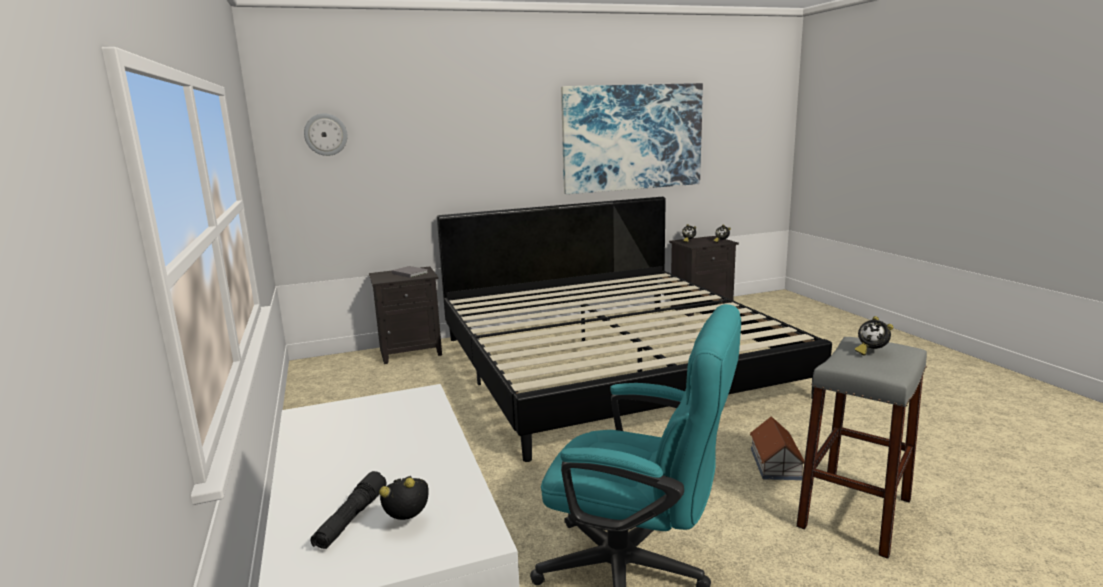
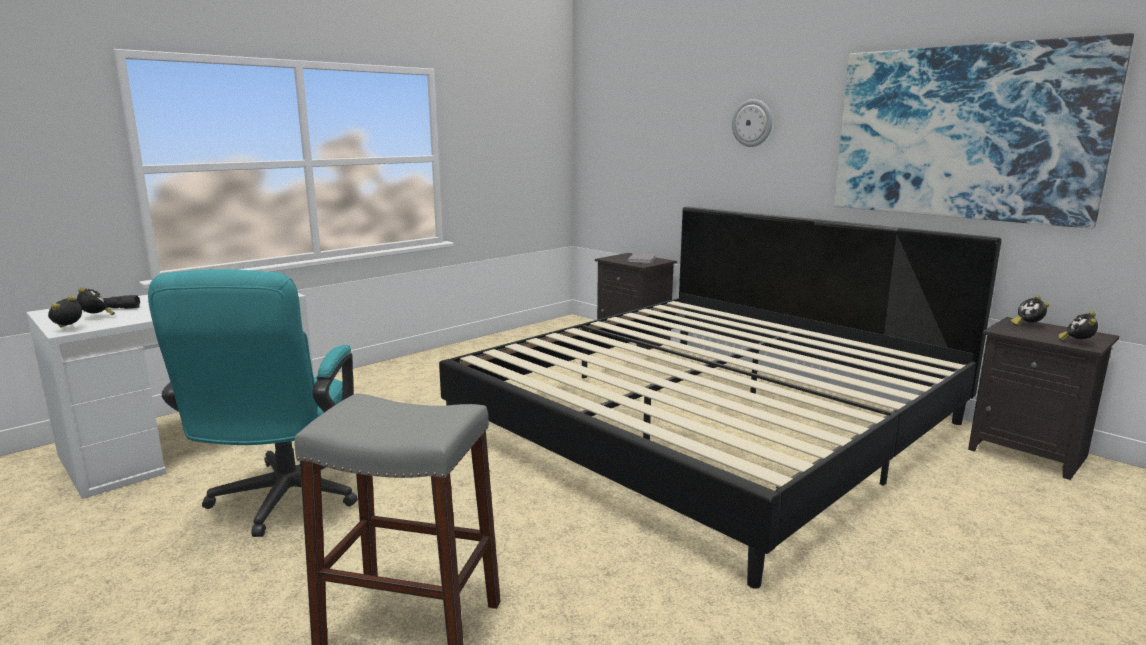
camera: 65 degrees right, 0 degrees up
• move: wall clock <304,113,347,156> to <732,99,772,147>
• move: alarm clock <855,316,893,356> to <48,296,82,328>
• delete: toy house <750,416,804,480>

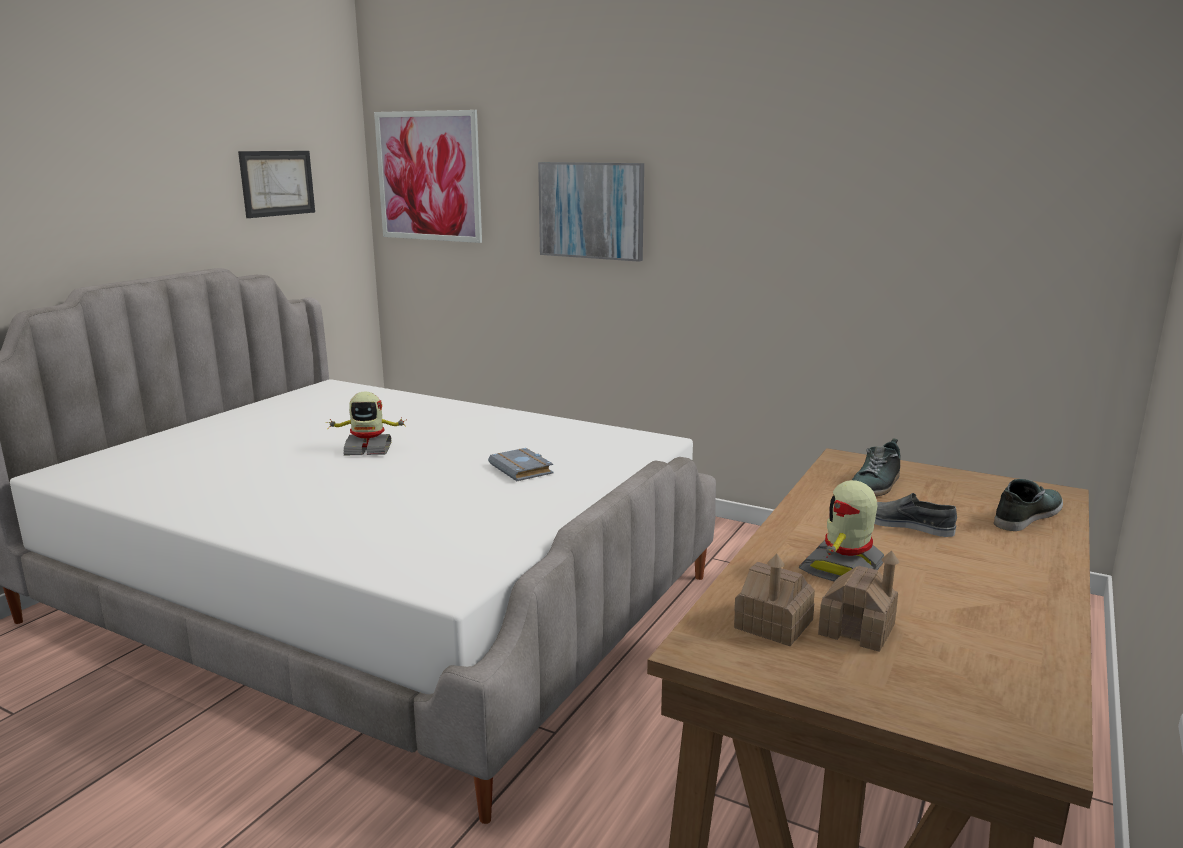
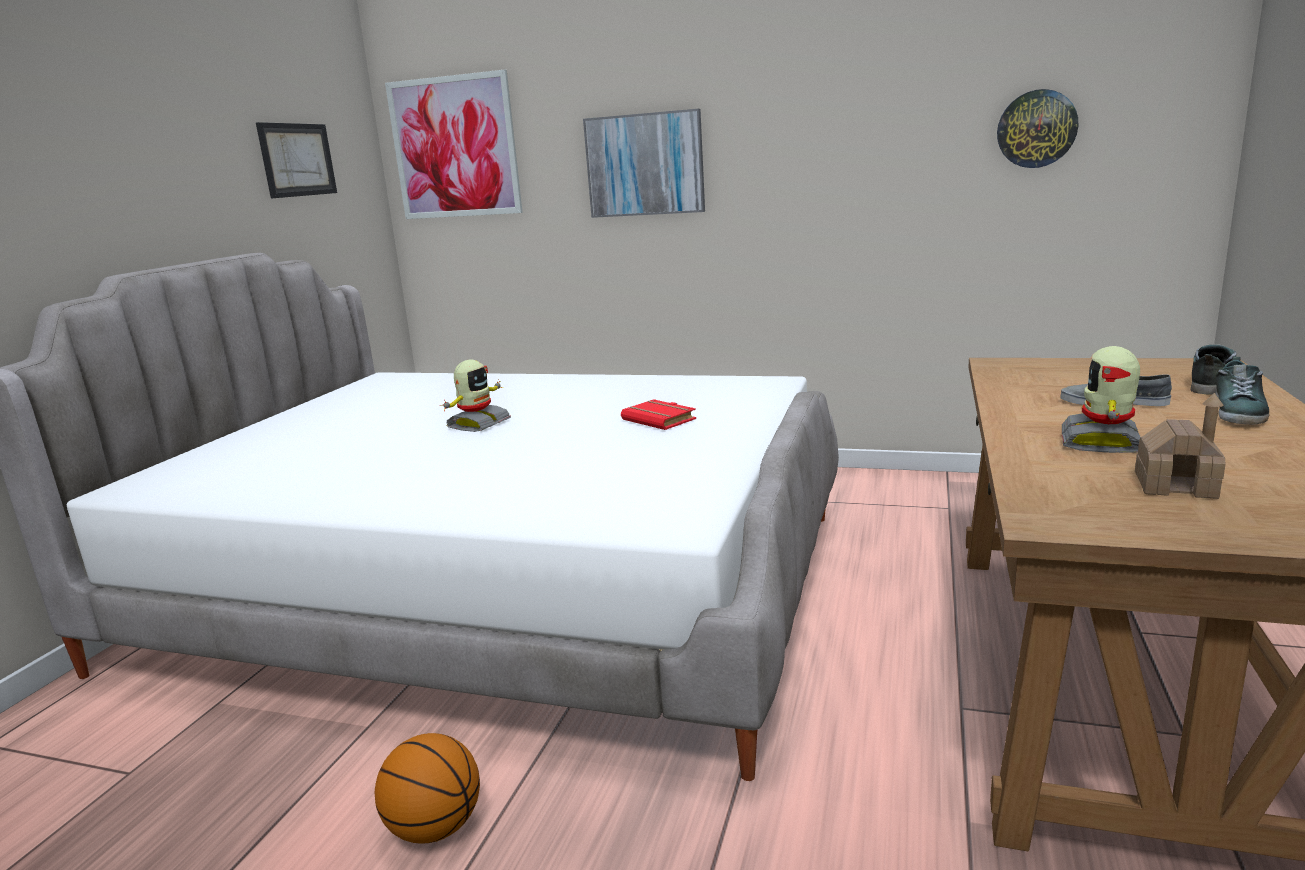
camera: 10 degrees left, 0 degrees up
• rotate: toy robot <325,392,407,456> = <440,359,511,432> 45 degrees counterclockwise
• move: shoe <852,438,900,496> to <1216,356,1270,424>
• recolor: book (grey) <488,448,553,481> to book (red) <621,399,696,430>
• delete: toy house <734,554,815,646>
• insert: wall clock <997,89,1078,168>
• insert: basketball <375,733,480,844>

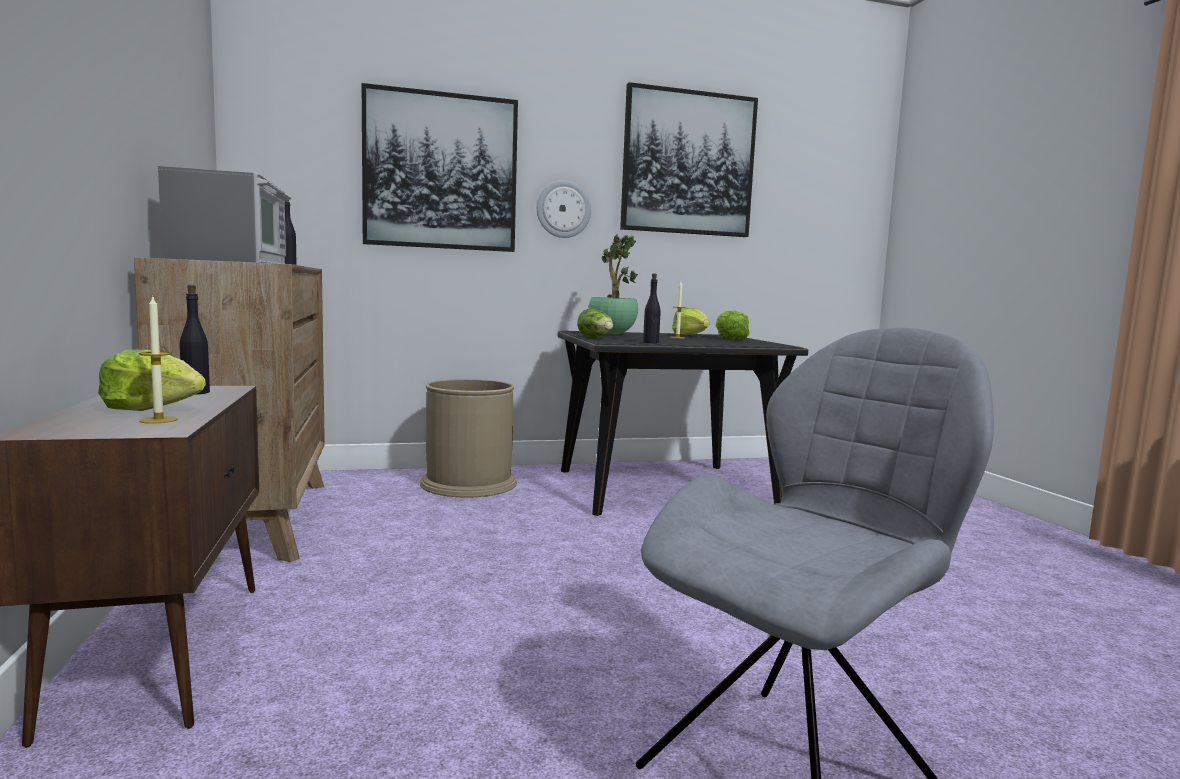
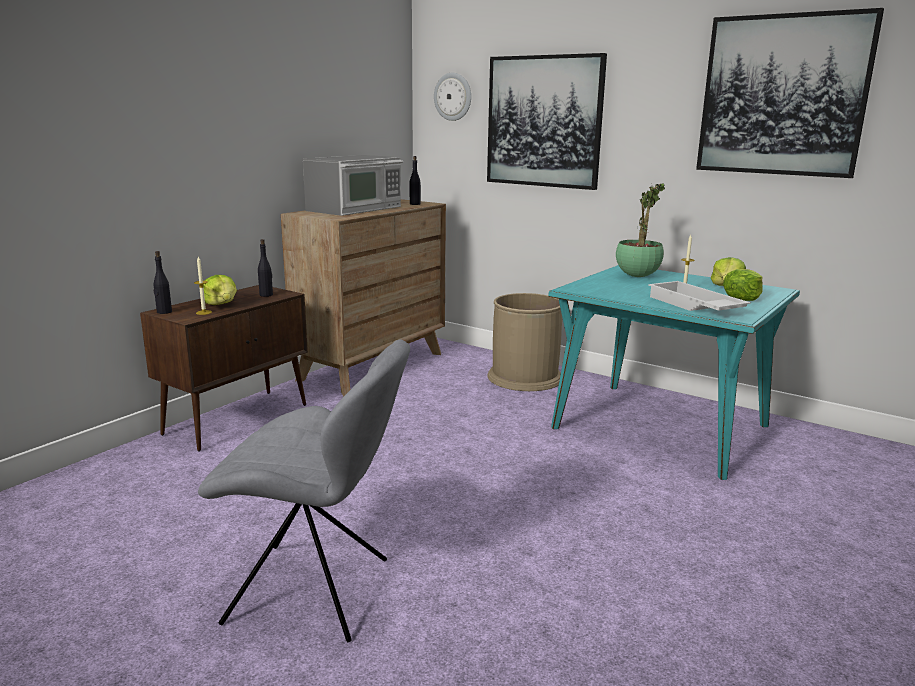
camera: 50 degrees right, 10 degrees up
• move: wall clock <537,180,591,238> to <434,73,471,121>
• move: bottle (black) <643,273,661,343> to <154,251,172,314>
• delete: lettuce <577,309,613,337>
• recolor: dining table (black) <558,331,808,516> to dining table (turquoise) <548,265,800,480>
• insert: tray (white) <648,281,751,311>

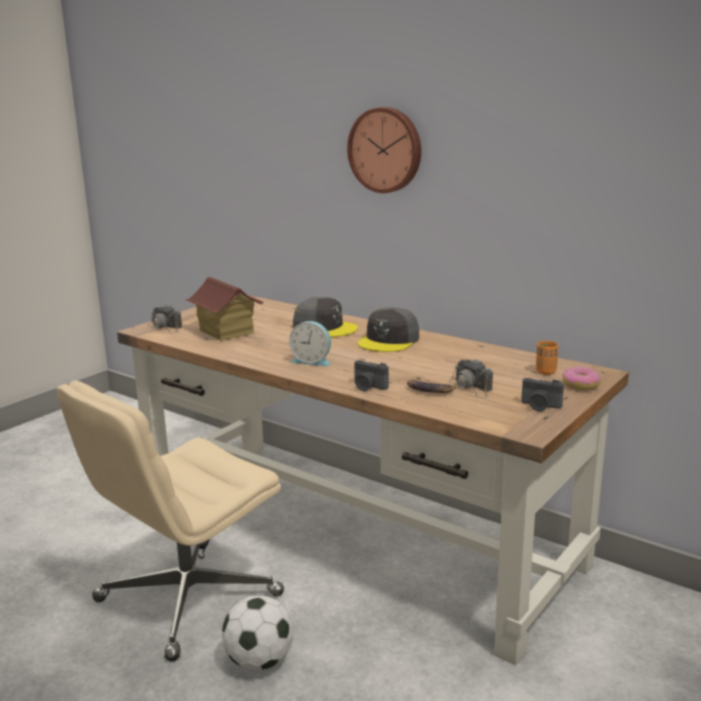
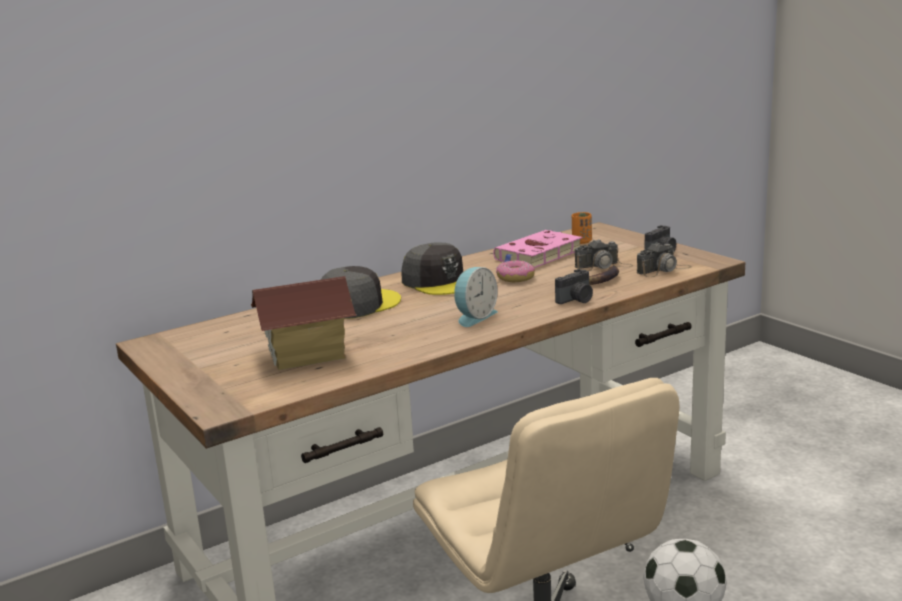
camera: 70 degrees left, 0 degrees up
• delete: wall clock <347,107,421,193>
• move: photo camera <148,305,182,333> to <637,242,692,277>
• move: donut <562,367,601,390> to <496,260,535,282>
• insert: book (pink) <493,230,583,268>

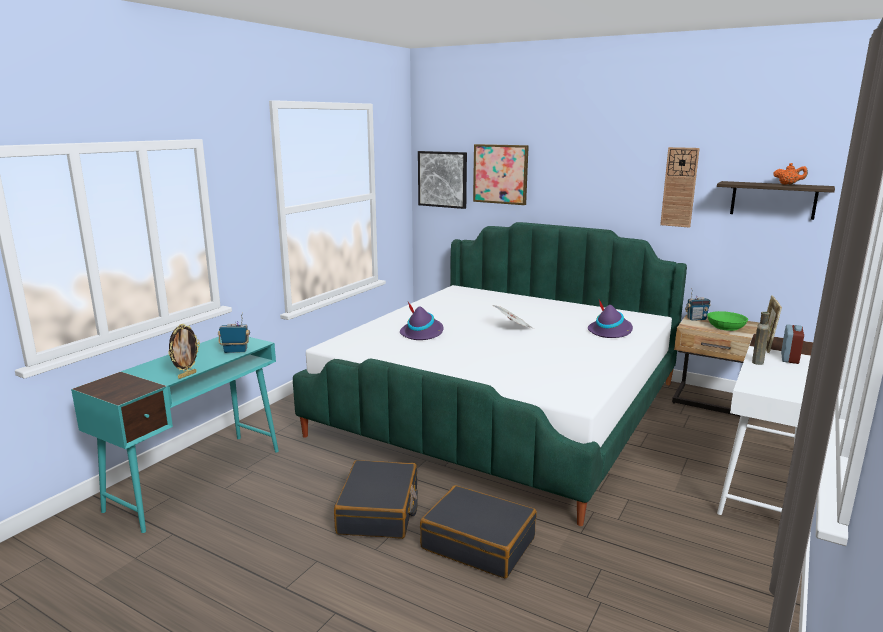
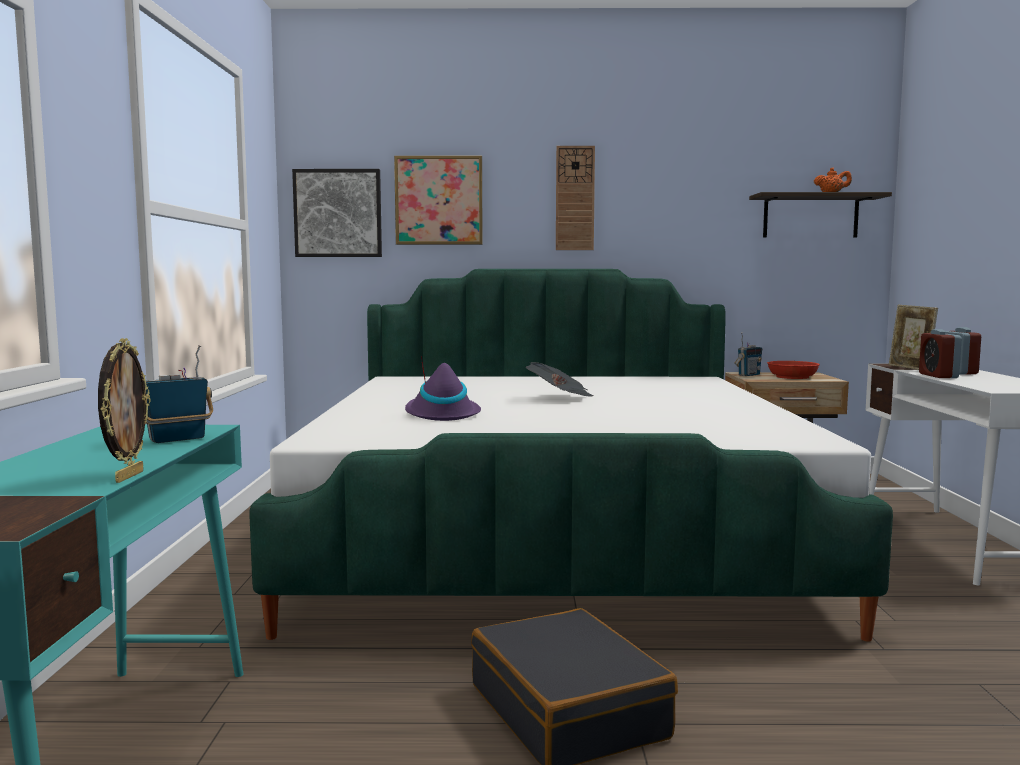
camera: 30 degrees left, 10 degrees down
• move: wall clock <660,147,700,228> to <556,146,595,250>
• delete: hat (purple) <588,300,633,338>
• recolor: bowl (green) <707,311,748,331> to bowl (red) <767,361,820,379>
• replace: bottle (brown) <752,312,770,365> to alarm clock <919,329,962,378>
• delete: suitcase (black) <420,485,537,578>

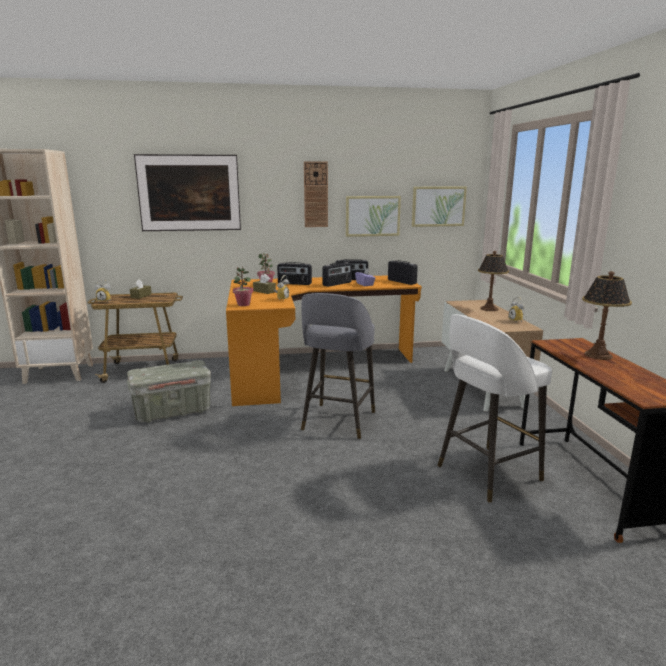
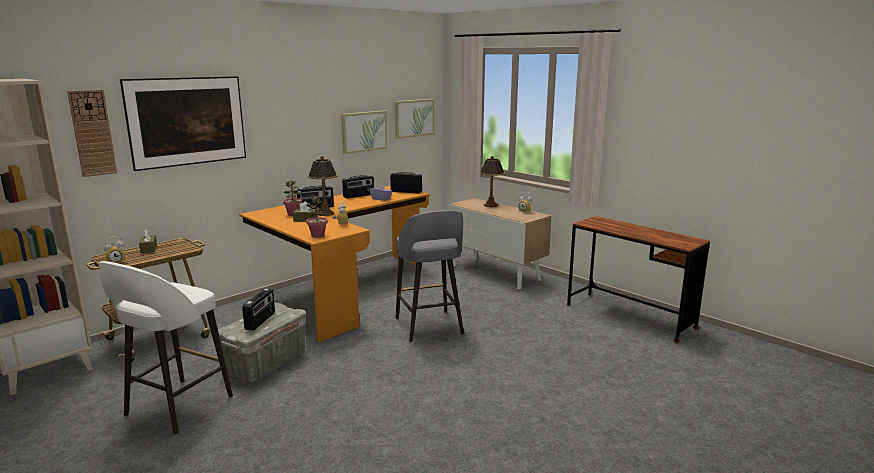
camera: 35 degrees left, 0 degrees up
• move: wall clock <304,161,328,227> to <67,90,117,177>
• move: radio <323,262,352,287> to <242,289,275,331>
• move: table lamp <582,271,632,360> to <308,156,338,216>
• move: stool (white) <437,314,552,503> to <99,261,233,435>

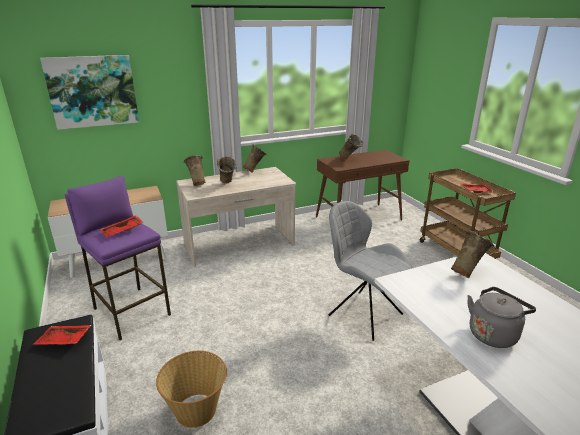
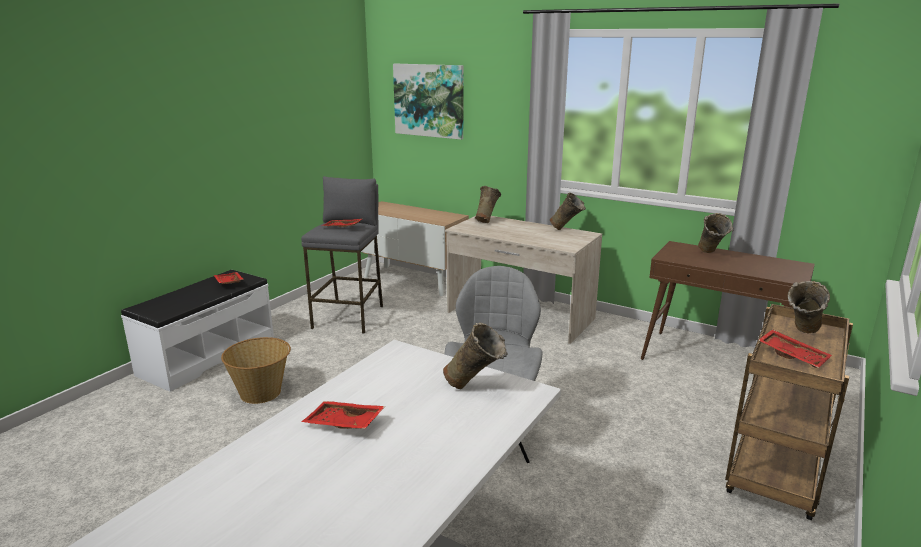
camera: 55 degrees right, 5 degrees down
• move: vase (beige) <217,156,237,184> to <788,281,830,333>
• recolor: stool (purple) <65,175,171,340> to stool (grey) <301,176,383,333>
• replace: kettle (grey) <468,287,536,348> to tray (red) <301,401,385,429>

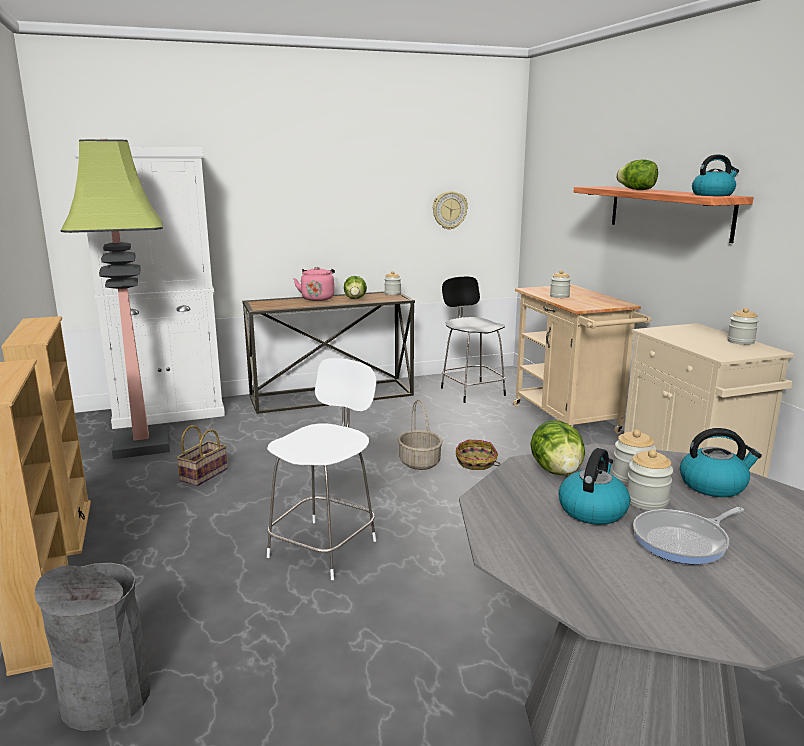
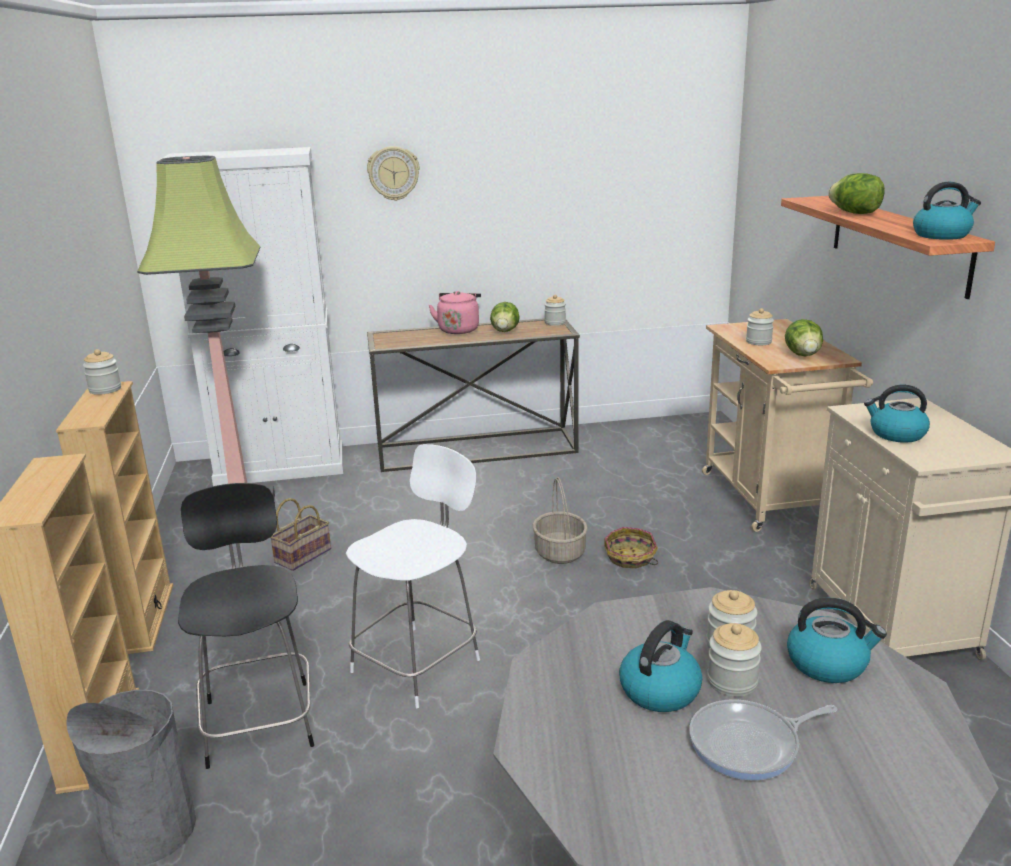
camera: 10 degrees right, 5 degrees up
• move: wall clock <433,191,468,230> to <367,146,420,201>
• move: stool (black) <441,276,506,403> to <178,483,314,769>
• move: jar <727,308,759,345> to <83,349,121,395>
• move: lettuce <530,420,585,475> to <785,319,823,356>
• insert: kettle <864,385,930,443>

